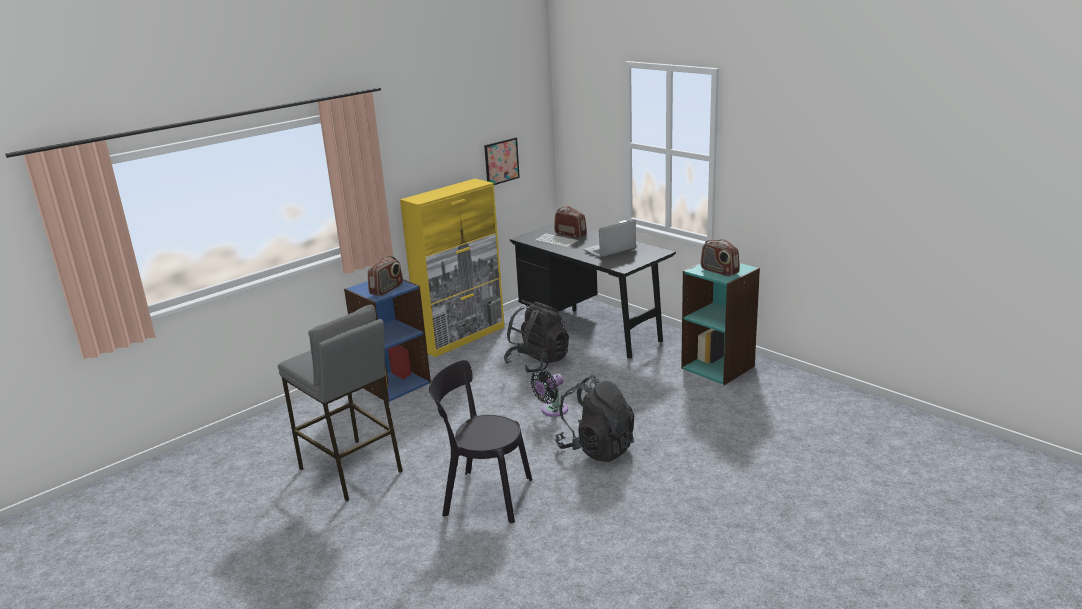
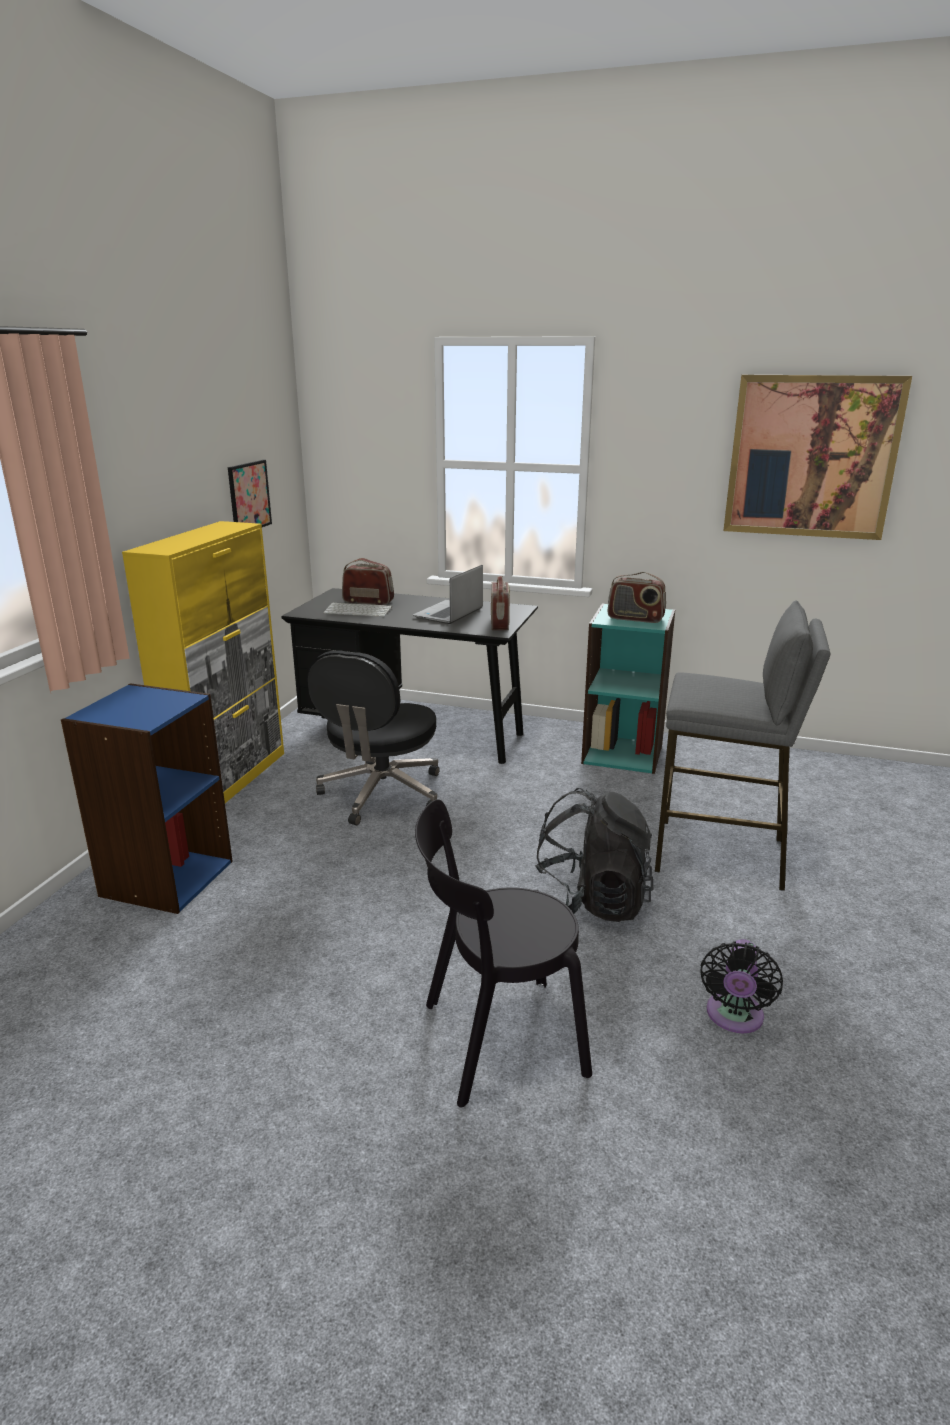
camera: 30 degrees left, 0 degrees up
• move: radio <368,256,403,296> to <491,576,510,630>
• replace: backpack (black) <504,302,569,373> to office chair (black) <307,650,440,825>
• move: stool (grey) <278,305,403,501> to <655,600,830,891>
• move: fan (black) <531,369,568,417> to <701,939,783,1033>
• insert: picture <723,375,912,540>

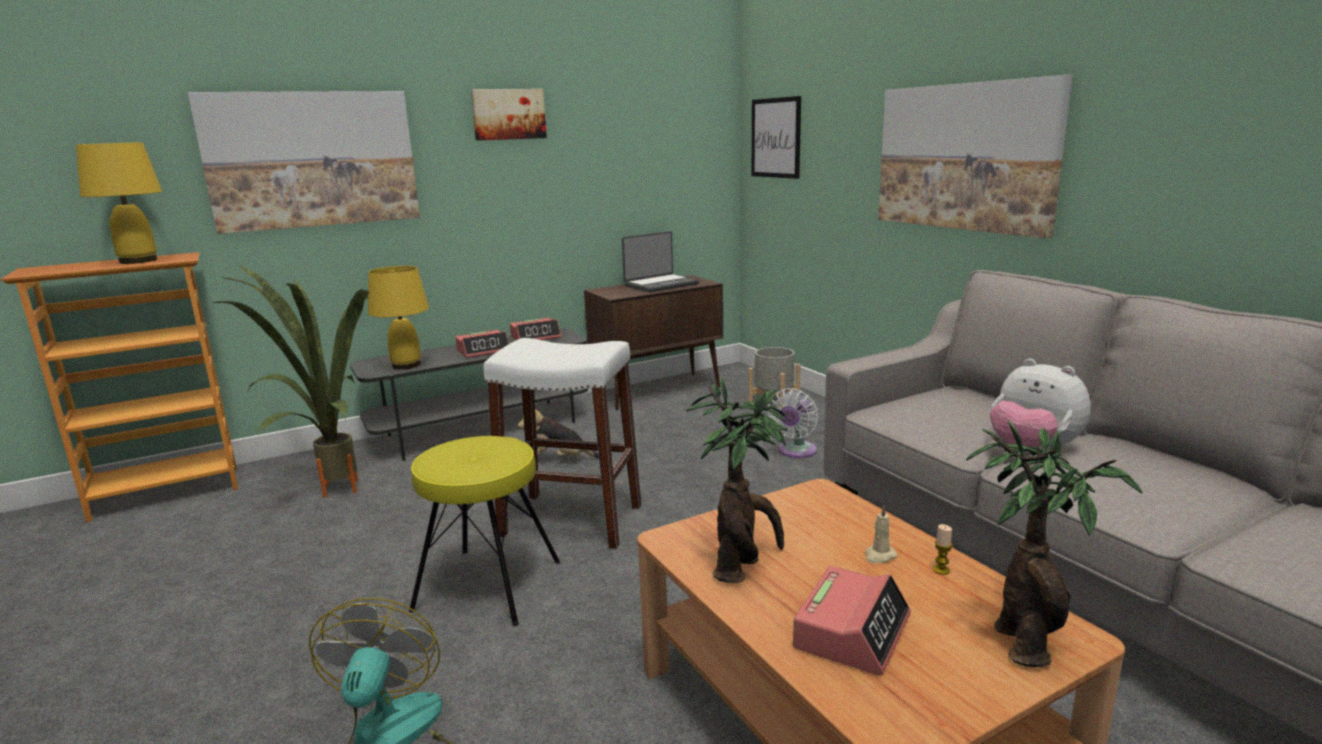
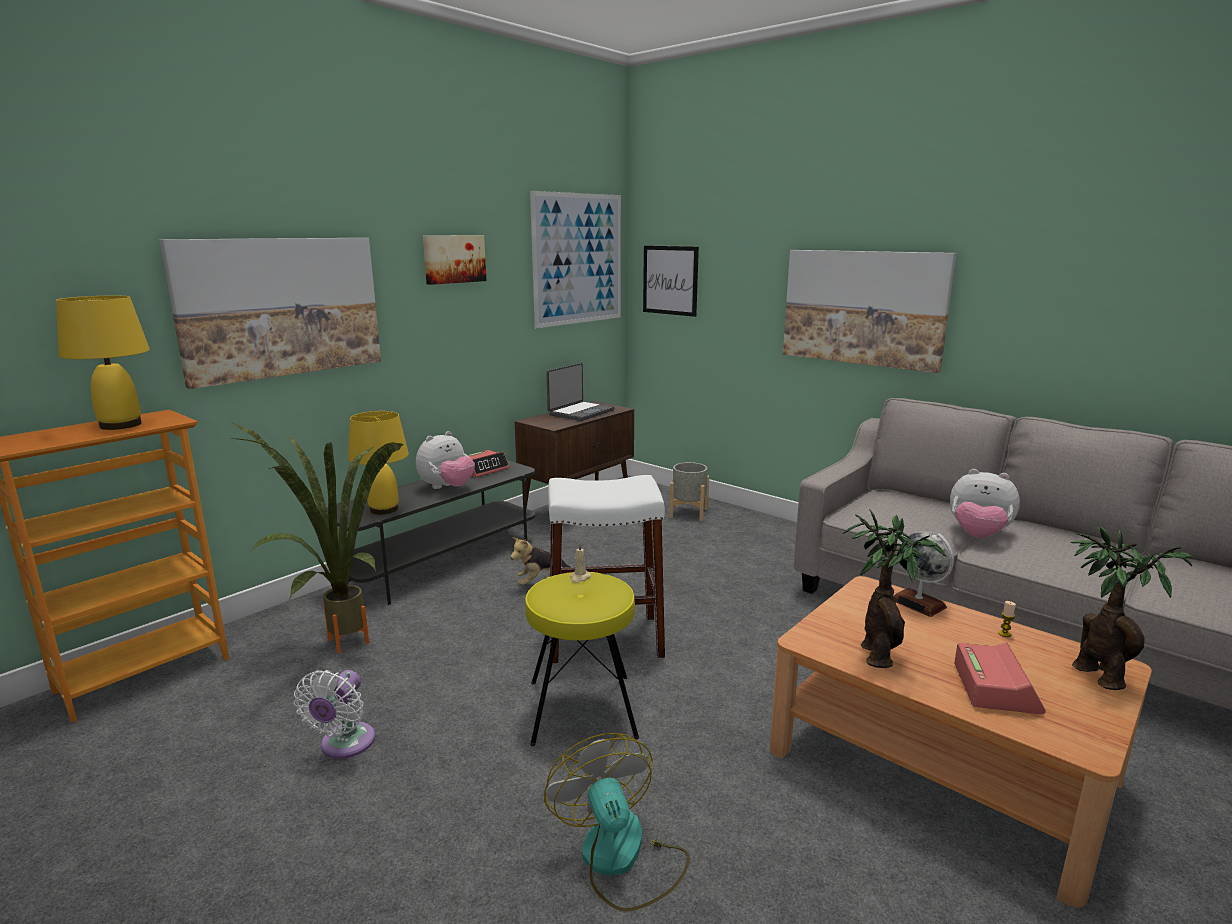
camera: 20 degrees left, 0 degrees up
• replace: alarm clock <455,330,509,358> to plush toy <416,431,475,489>
• move: fan (white) <767,388,818,458> to <294,670,375,759>
• move: candle (beige) <865,505,898,564> to <570,543,591,583>
• insert: picture <530,191,621,328>
• insert: globe <894,531,954,617>

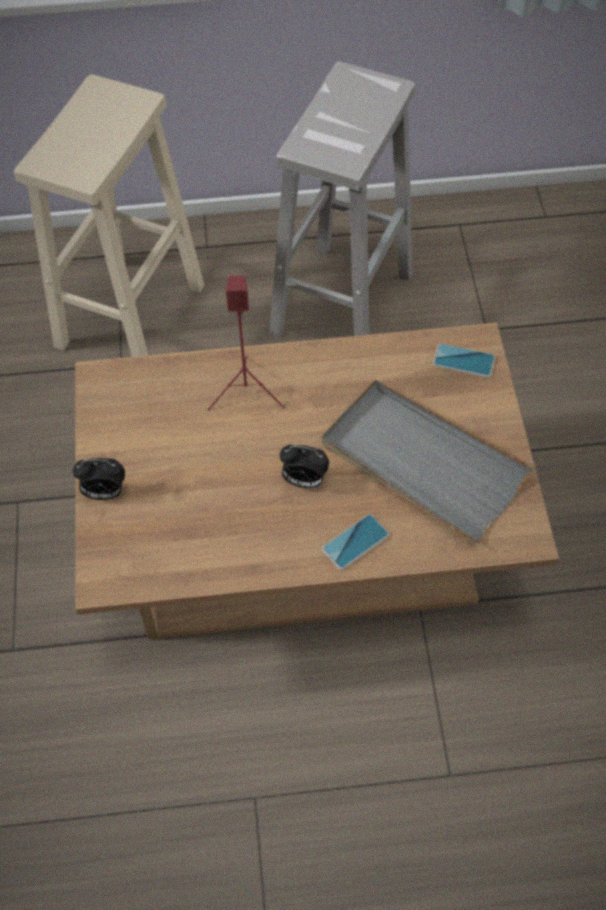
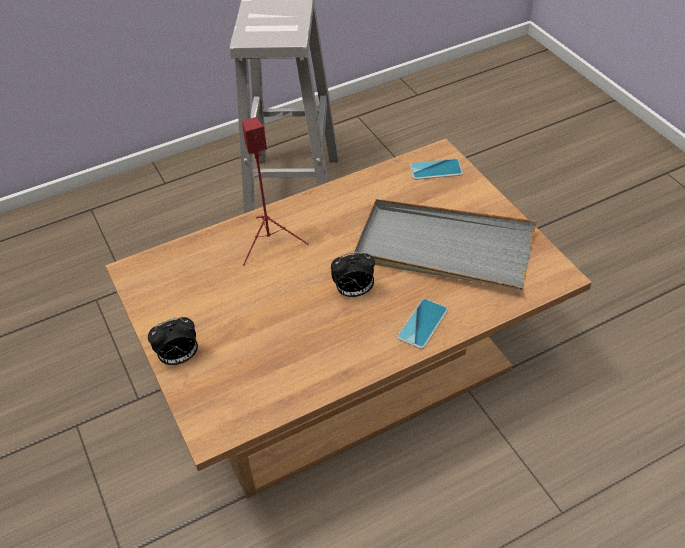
camera: 20 degrees left, 10 degrees down
• delete: stool (beige) <14,74,204,357>

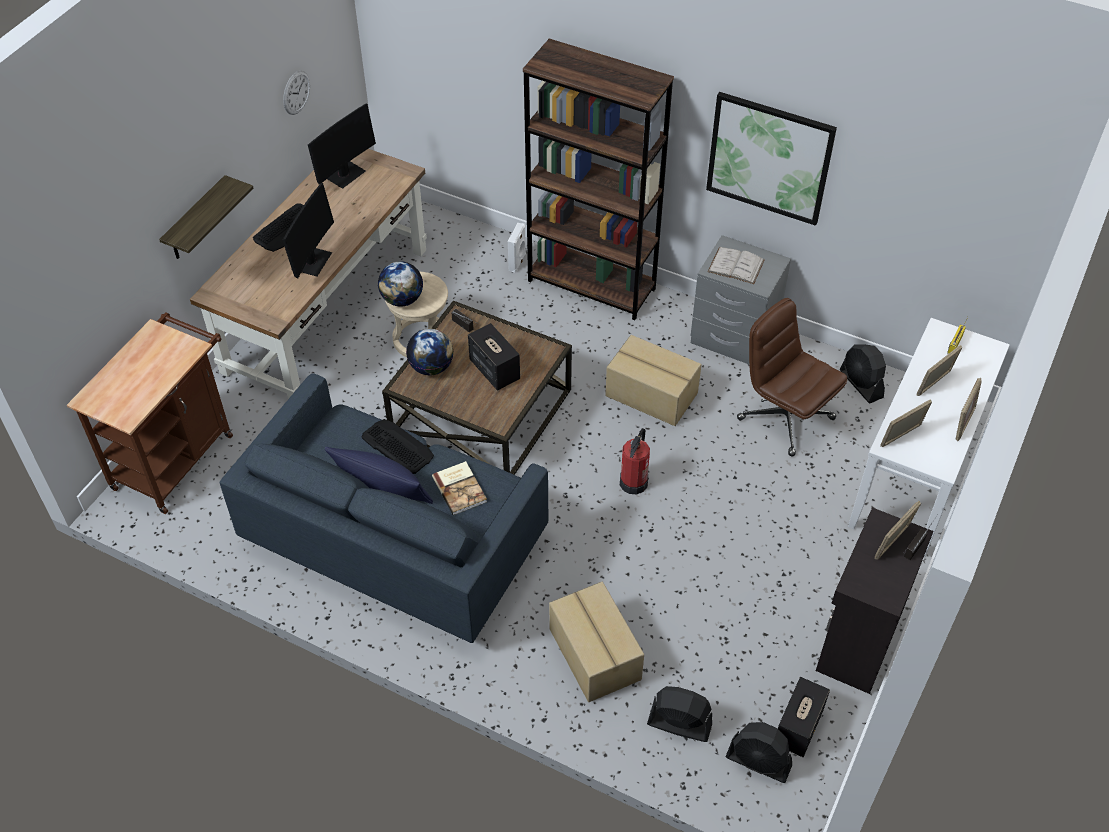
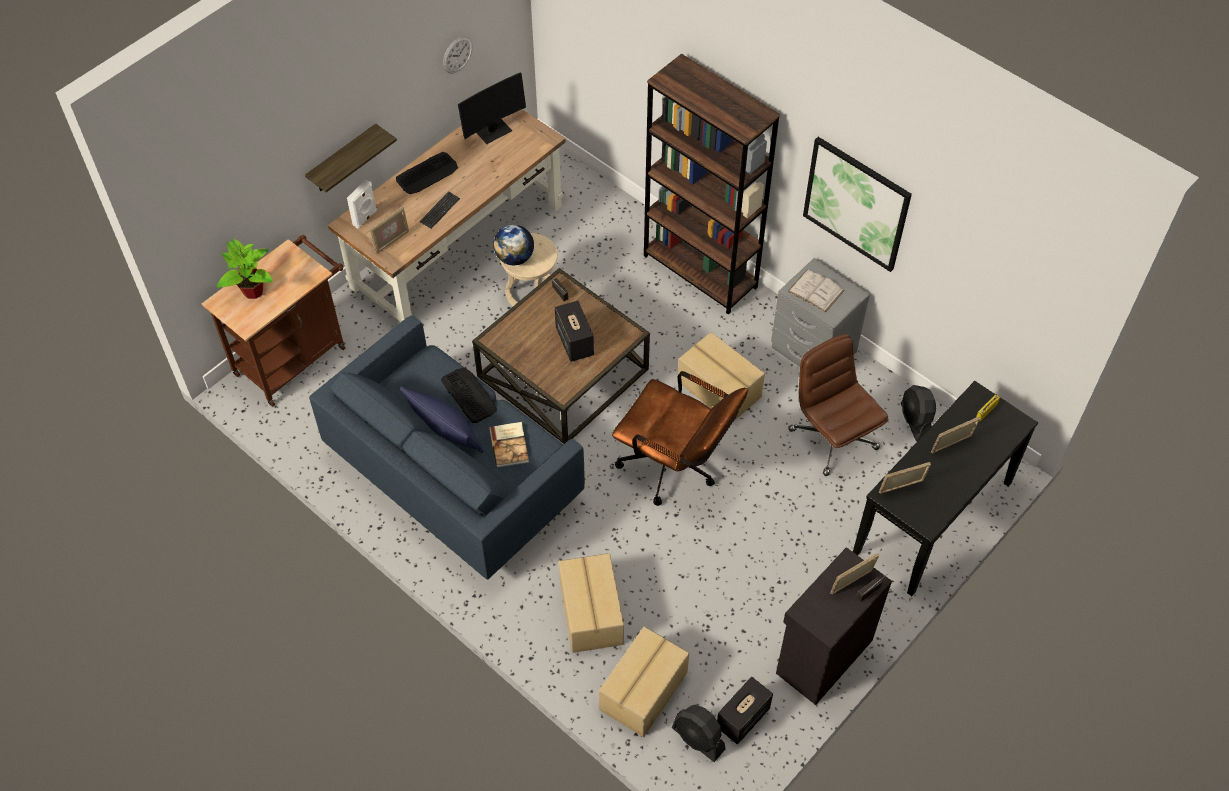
camera: 15 degrees right, 5 degrees up
• replace: monitor <283,183,334,278> to keyboard <420,191,460,229>
• move: speaker (white) <508,223,526,273> to <347,180,377,228>
• recolor: console table (white) <848,318,1010,557> to console table (black) <853,381,1038,596>
• delete: globe <406,329,454,375>
• move: picture frame <956,378,982,441> to <369,206,409,254>
• replace: fire extinguisher <620,428,650,494> to office chair (brown) <612,371,748,506>
• replace: fan (black) <647,686,712,742> to cardboard box <599,626,689,737>
• insert: potted plant <216,239,273,299>

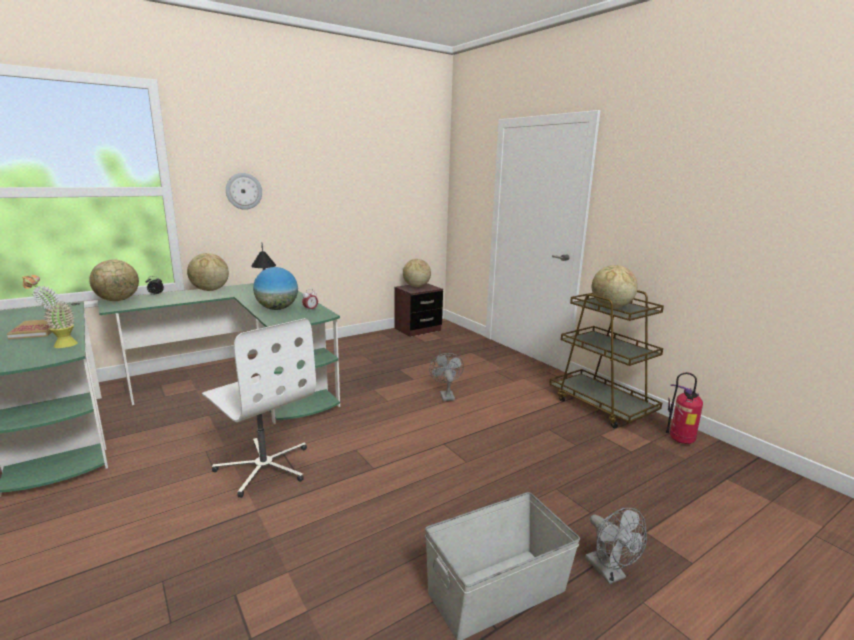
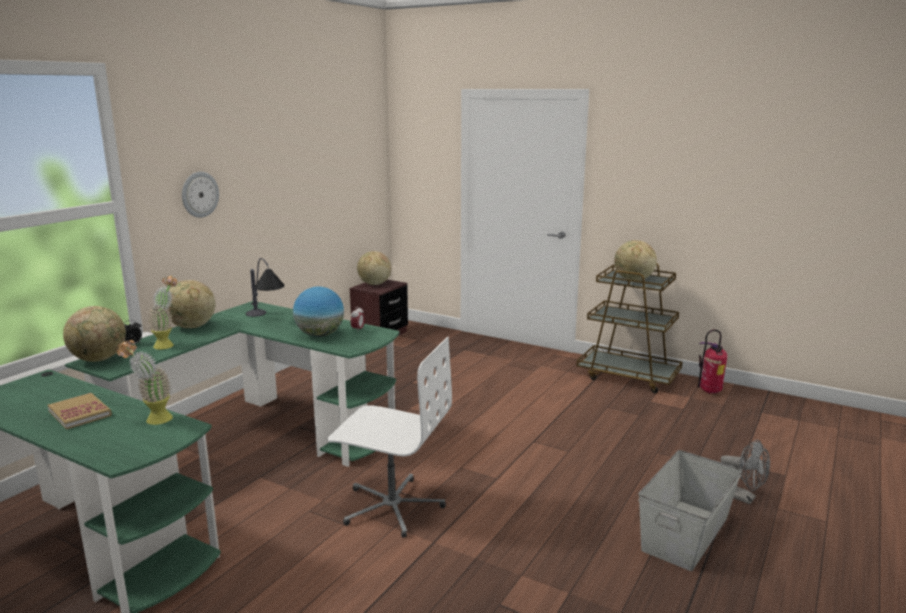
camera: 25 degrees left, 0 degrees up
• delete: fan (grey) <429,353,464,401>
• insert: potted plant <147,275,177,350>

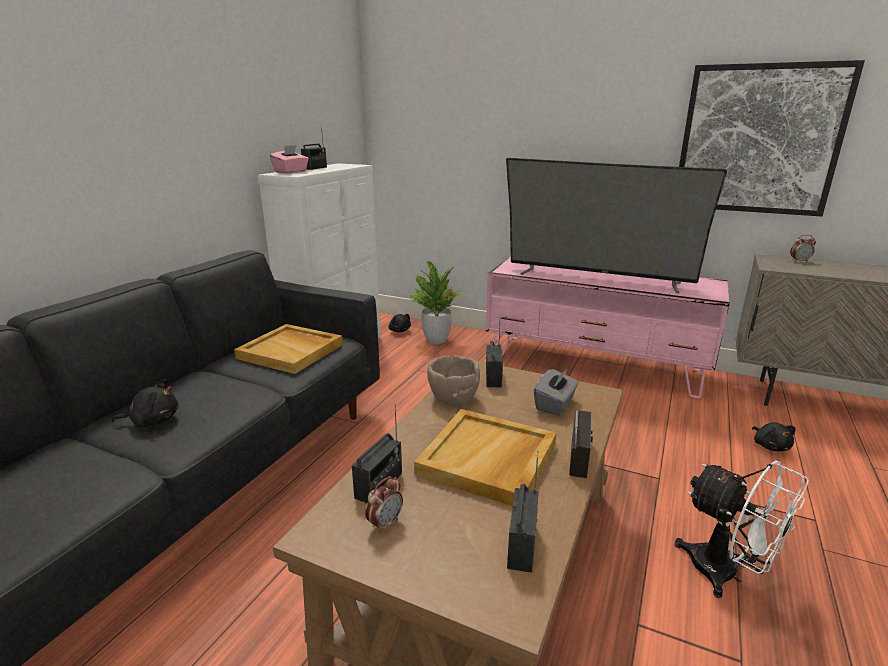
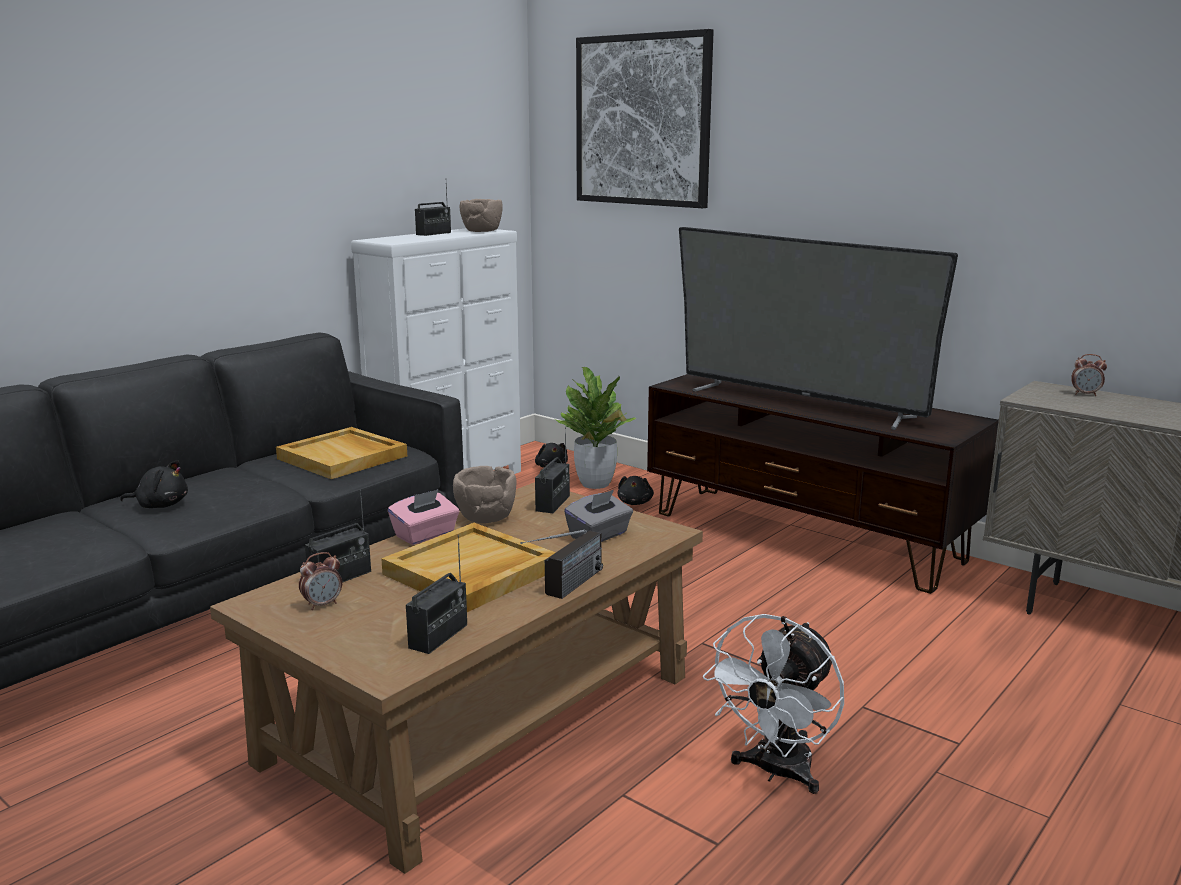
camera: 15 degrees right, 5 degrees down
• move: picture <679,60,865,216> to <576,29,714,208>
• move: tissue box (pink) <270,145,309,174> to <388,489,459,545>
• recolor: tv stand (pink) <486,257,729,399> to tv stand (brown) <647,374,999,594>
• move: plush toy (black) <752,422,796,451> to <617,476,654,505>
• rotate: fan (white) <675,461,809,598> = <703,614,844,794> 60 degrees clockwise
• insert: bowl (brown) <460,199,503,232>

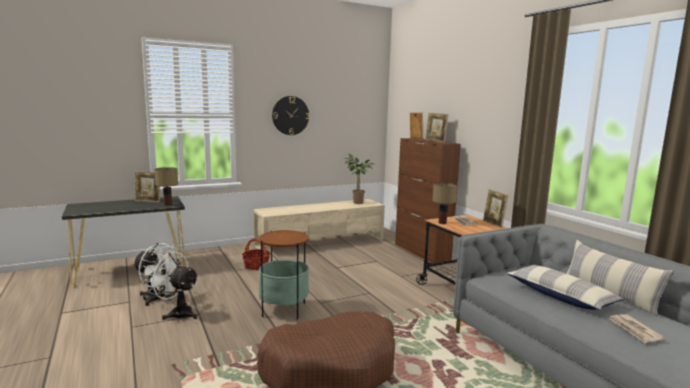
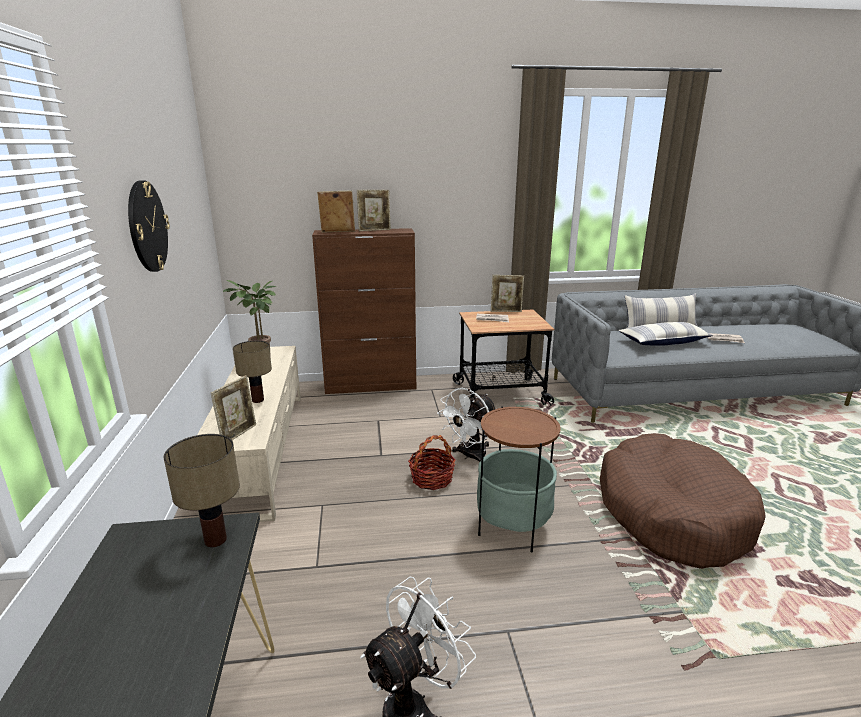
camera: 70 degrees left, 10 degrees up
• move: picture frame <135,171,160,202> to <211,375,256,440>
• move: table lamp <433,183,457,224> to <233,341,272,403>
• move: basket <242,238,270,270> to <408,435,456,490>
• move: fan (white) <145,251,199,320> to <437,388,495,462>

